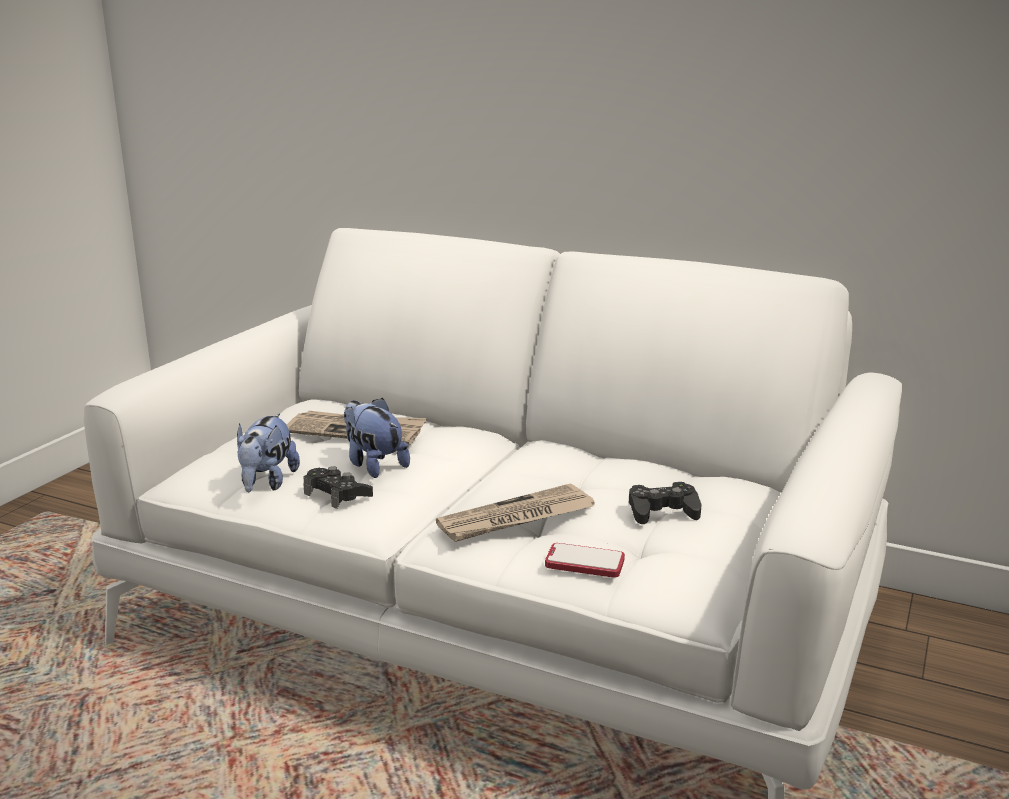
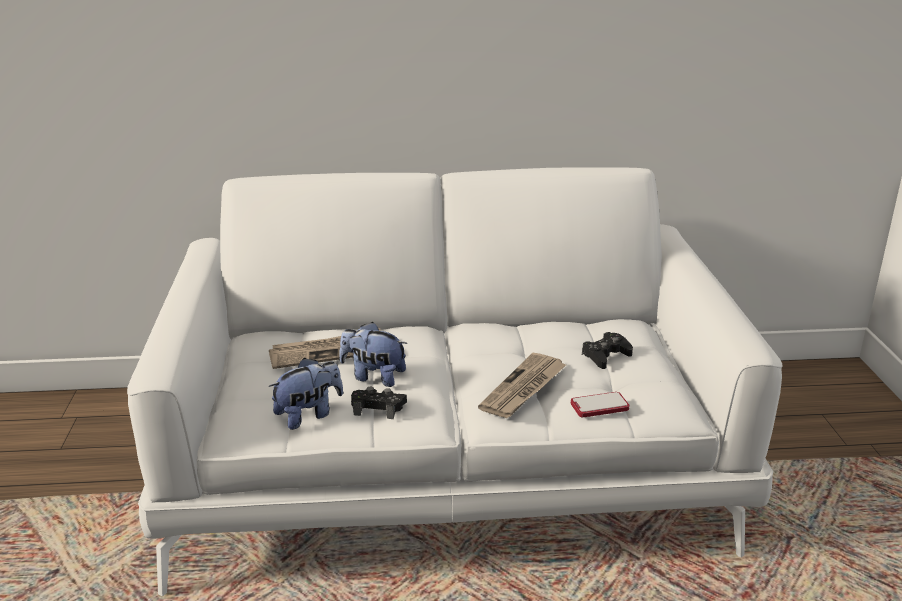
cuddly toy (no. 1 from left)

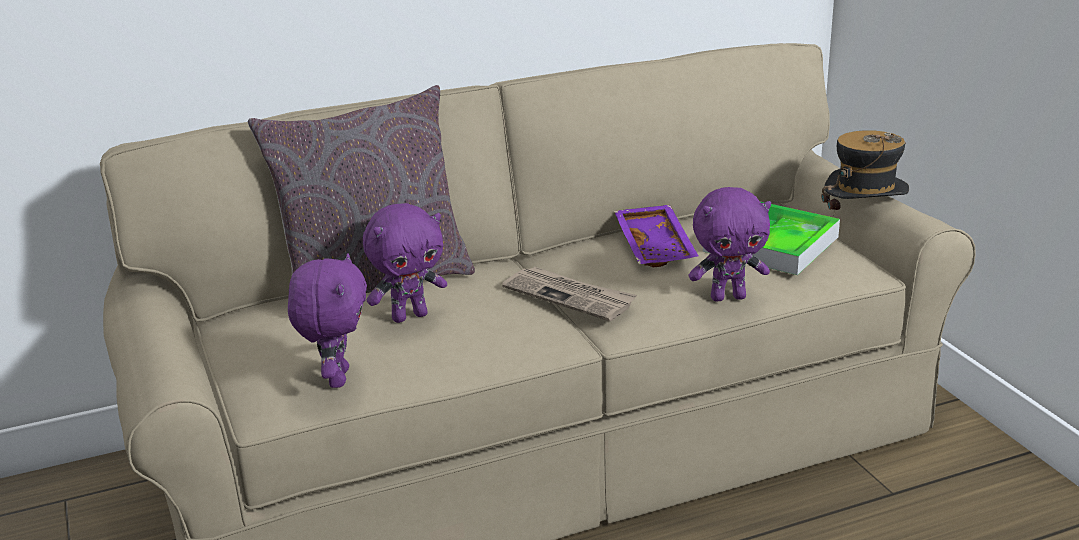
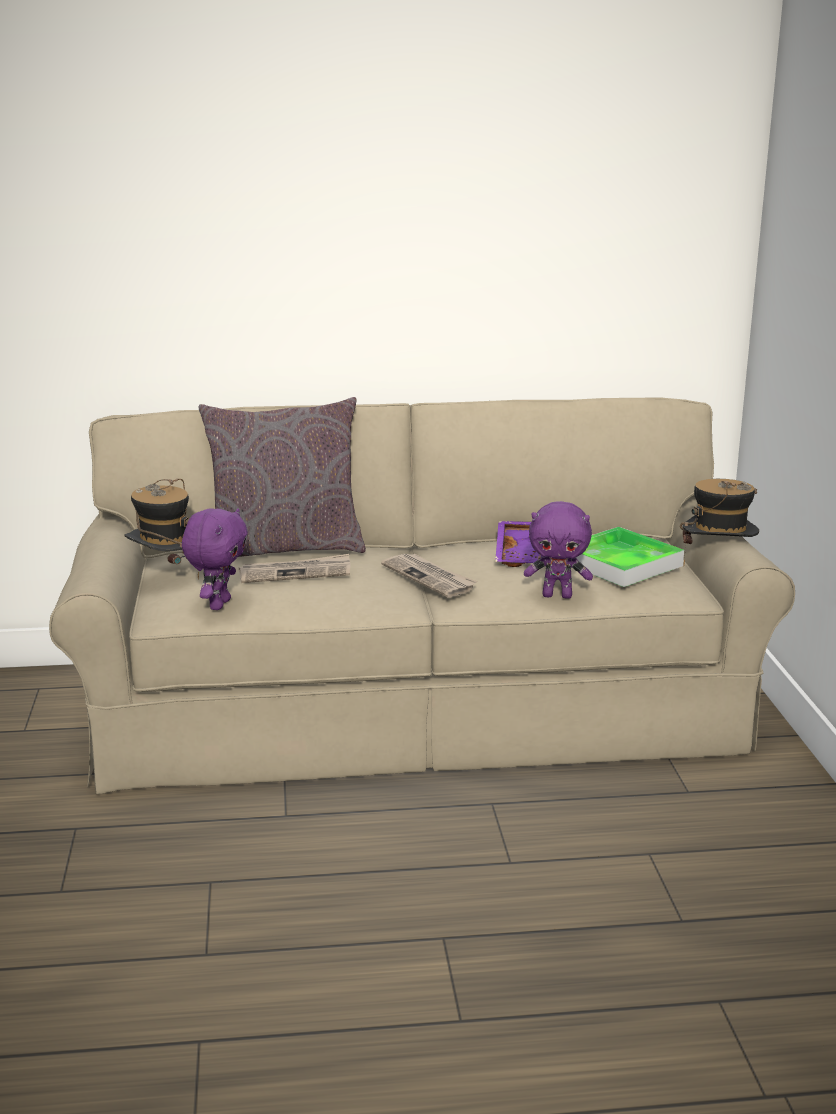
wearable hat (no. 1 from left)
daily paper (no. 1 from left)

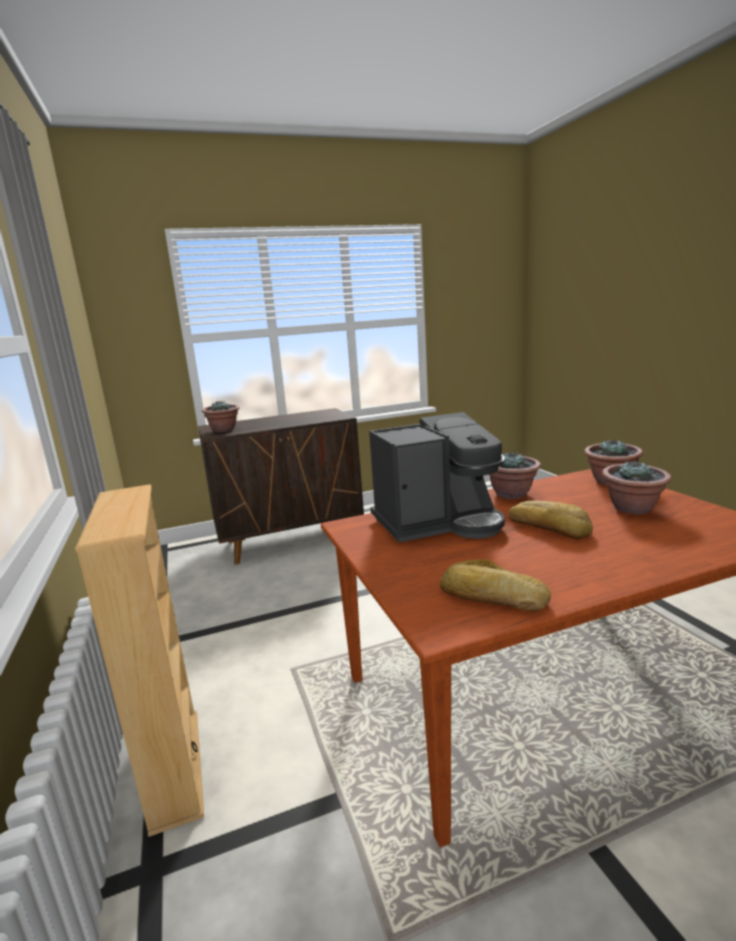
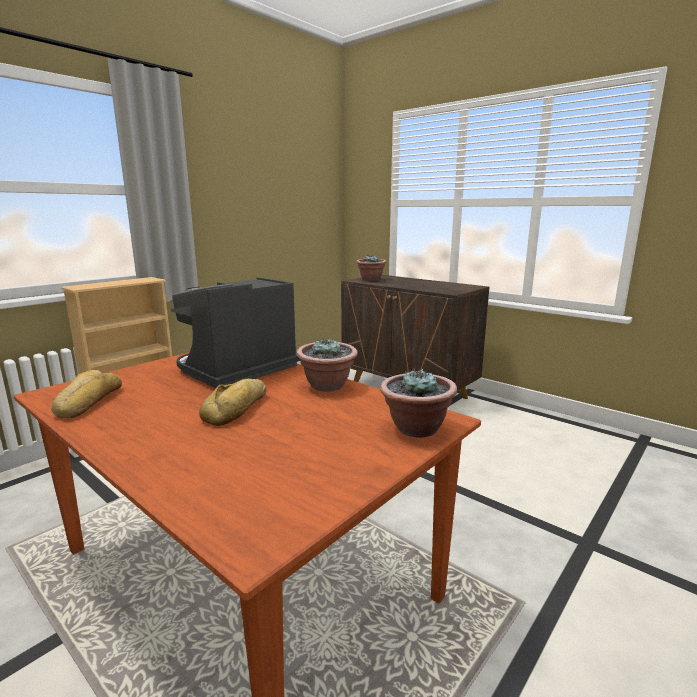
potted plant (no. 4 from left in the first image)
coffee maker

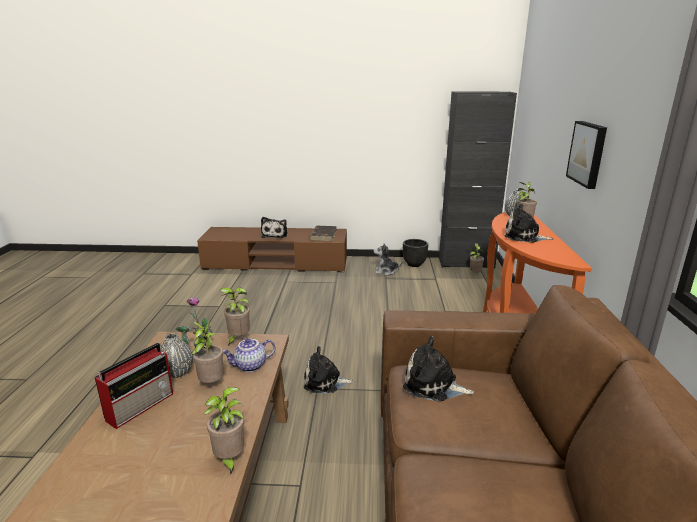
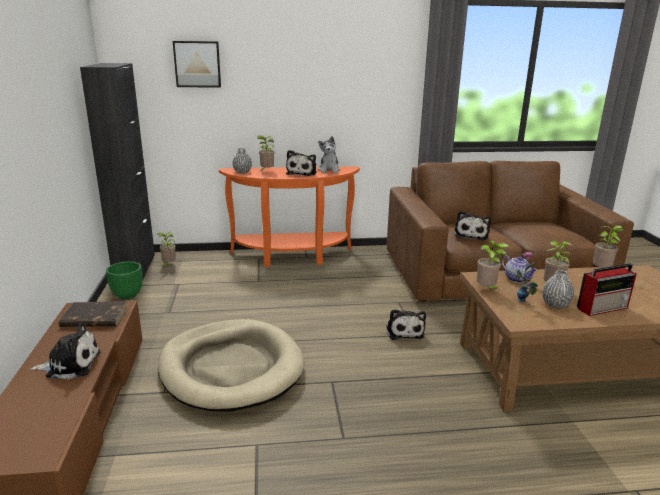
dog cushion/sand-coloured
cuddly toy (no. 3 from left)
wall art
flower pot/greenish
radio set

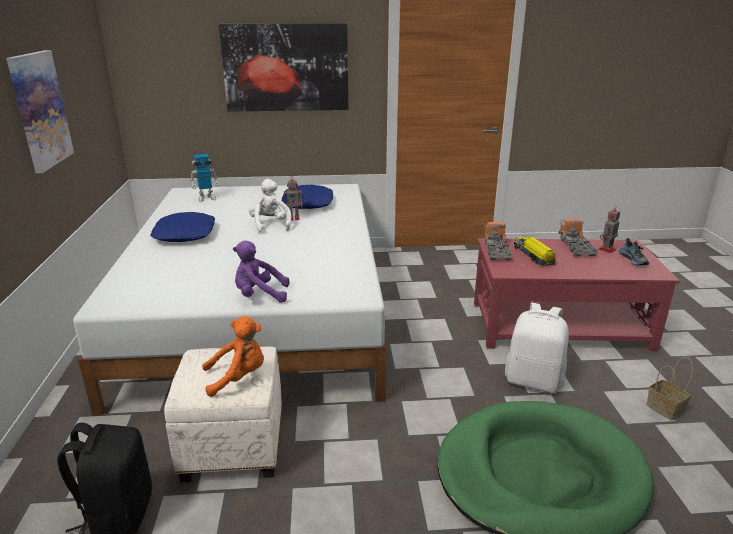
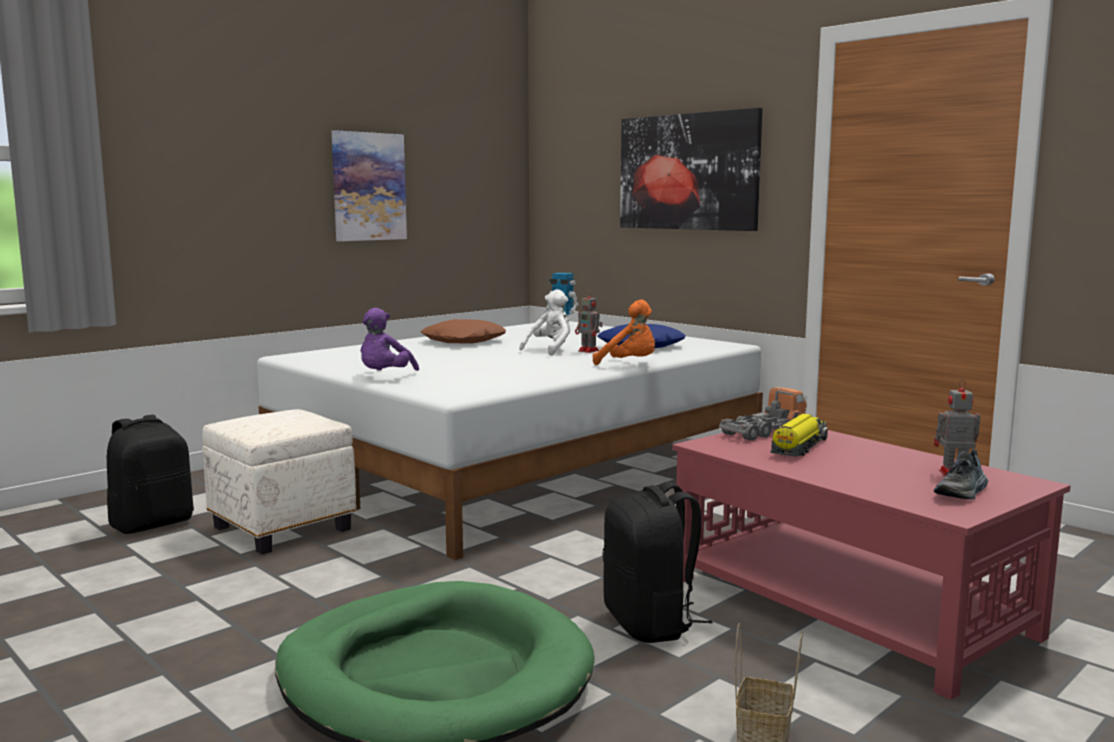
toy truck (no. 3 from left in the first image)
cuddly toy/orangey
cushion/brownish
backpack/blackish (no. 2 from left)
cuddly toy/purple

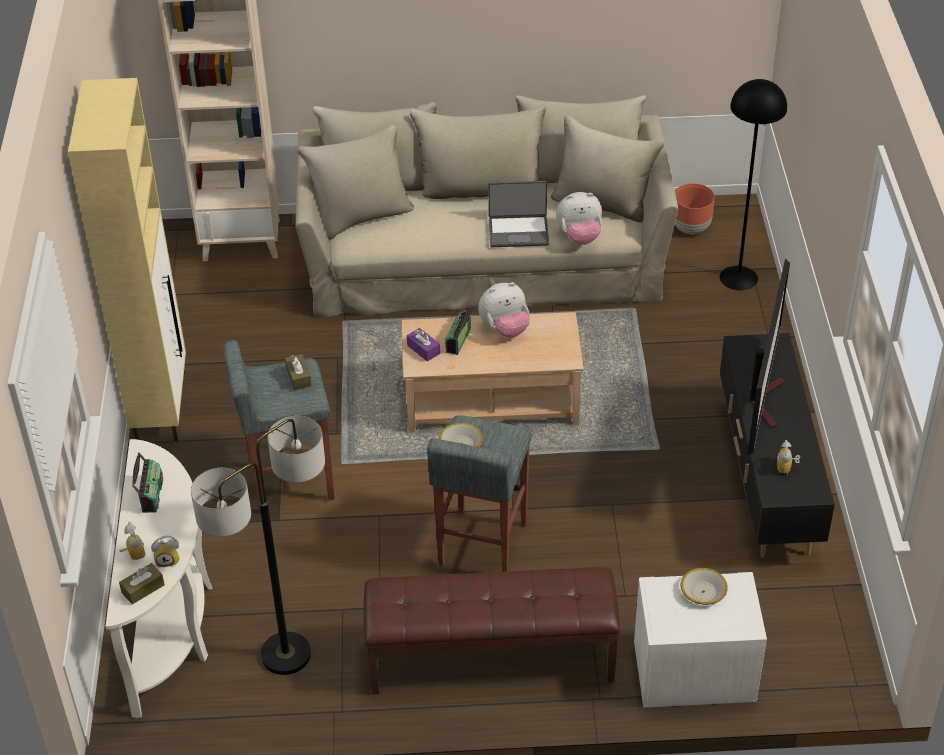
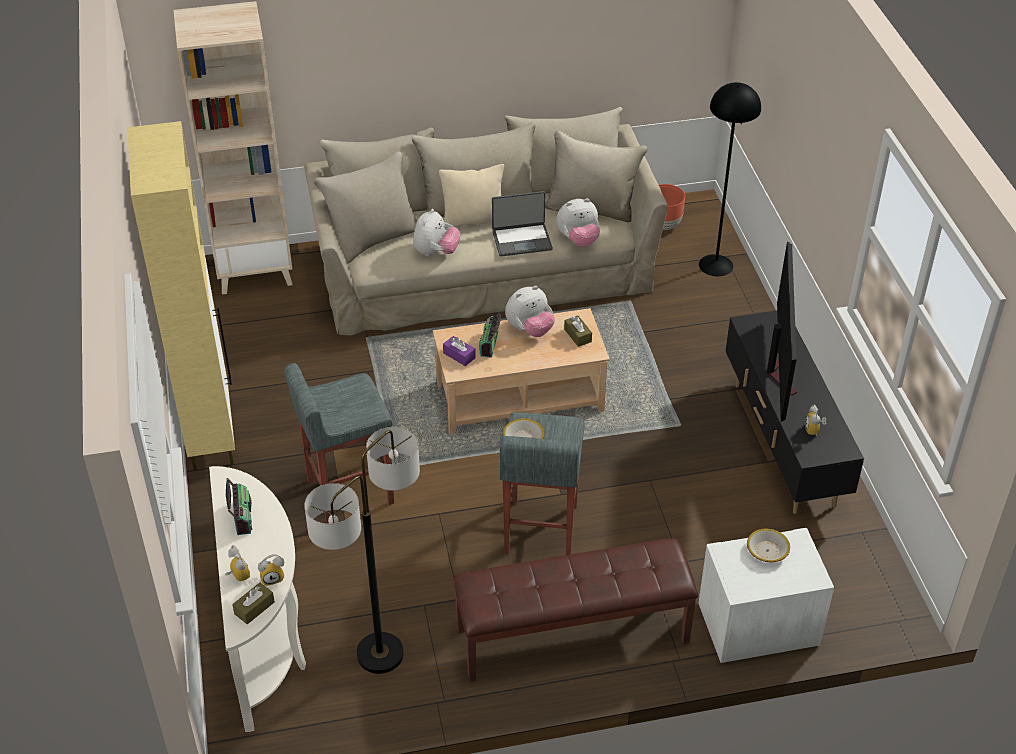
cuddly toy (no. 1 from left)
cushion/sand-coloured
tissue box/brownish (no. 2 from left)

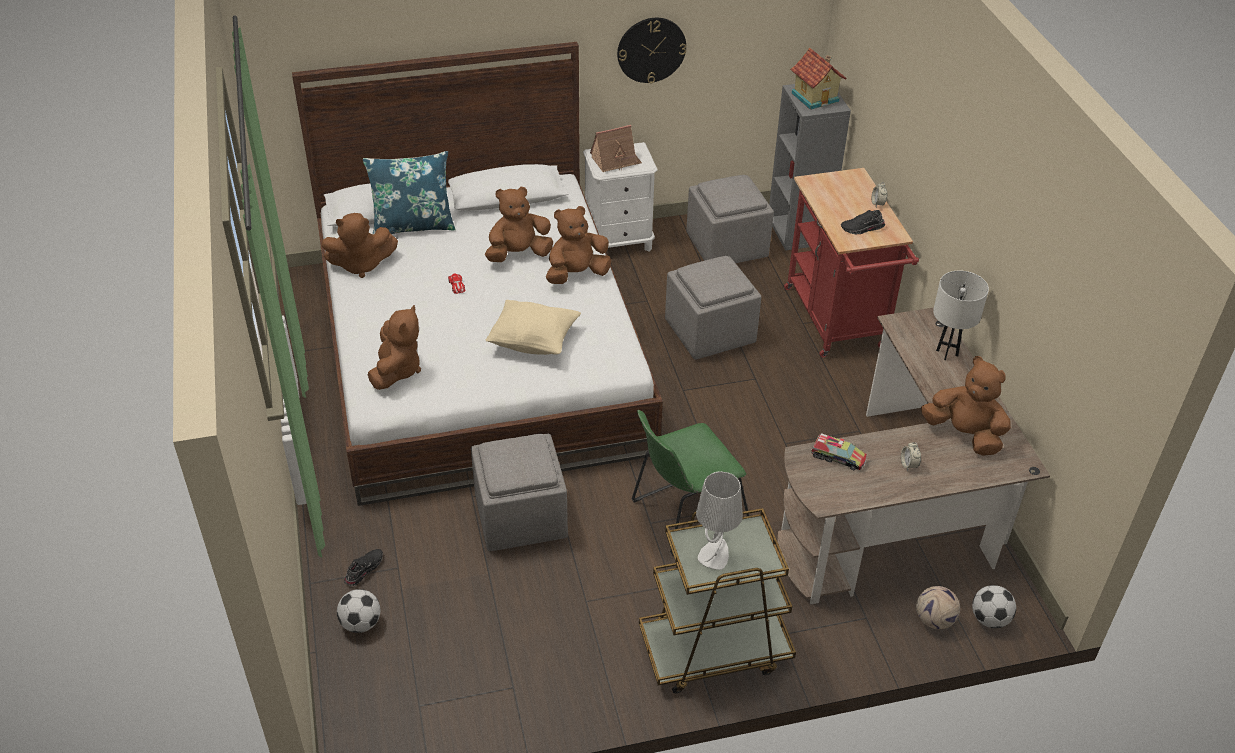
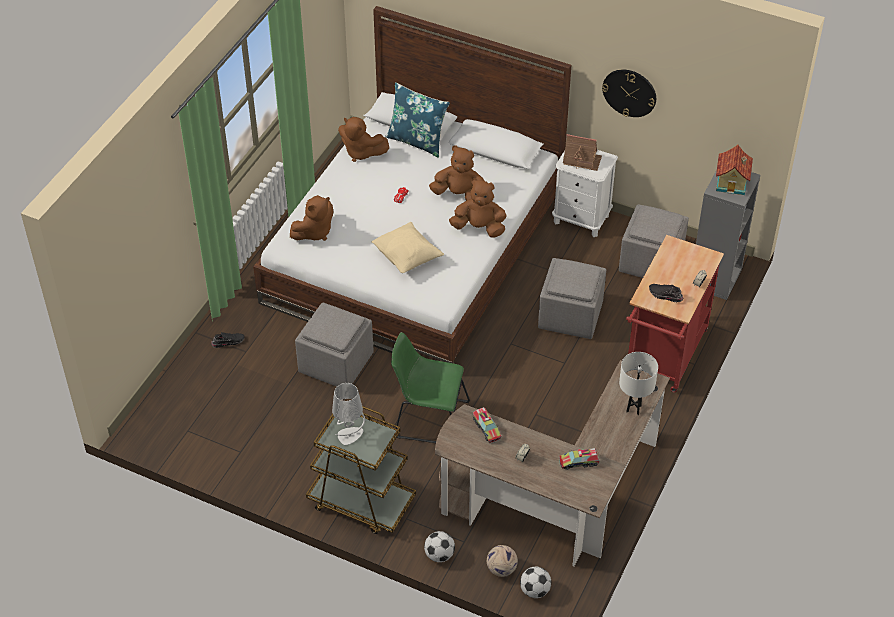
ball for football (no. 1 from left)
toy truck (no. 2 from left)

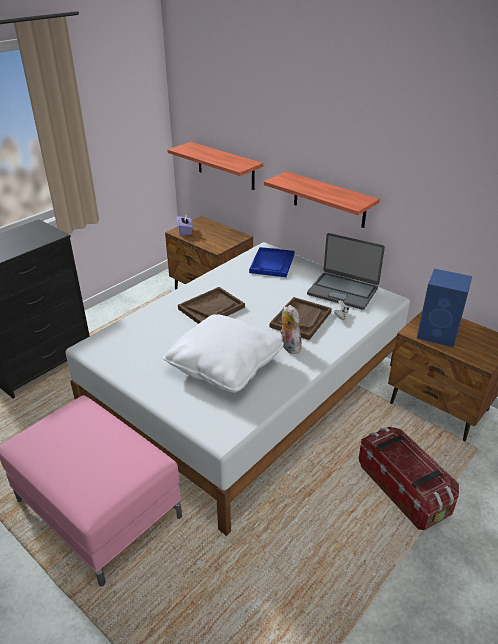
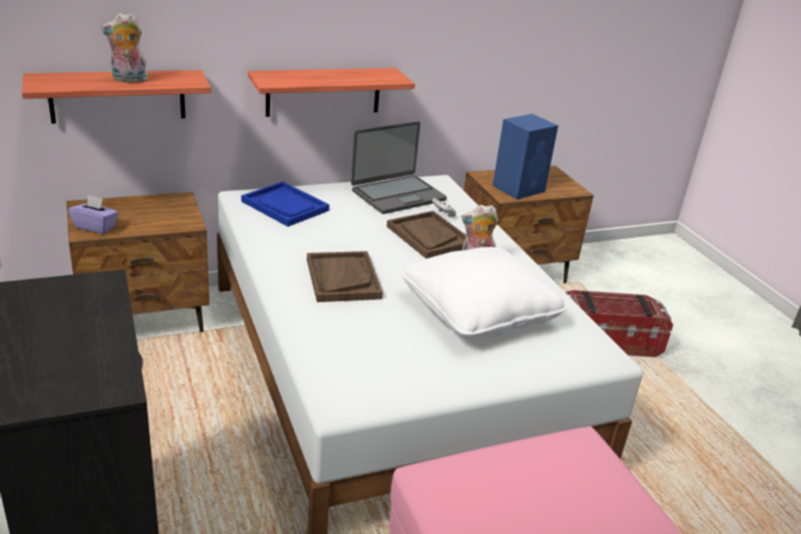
cuddly toy (no. 1 from left)

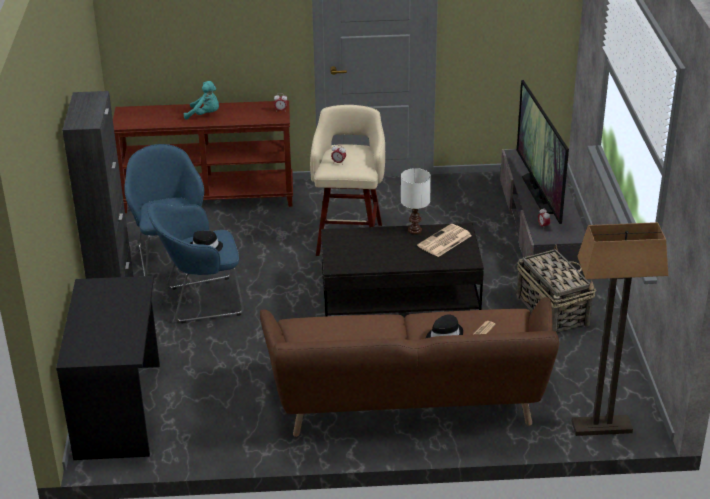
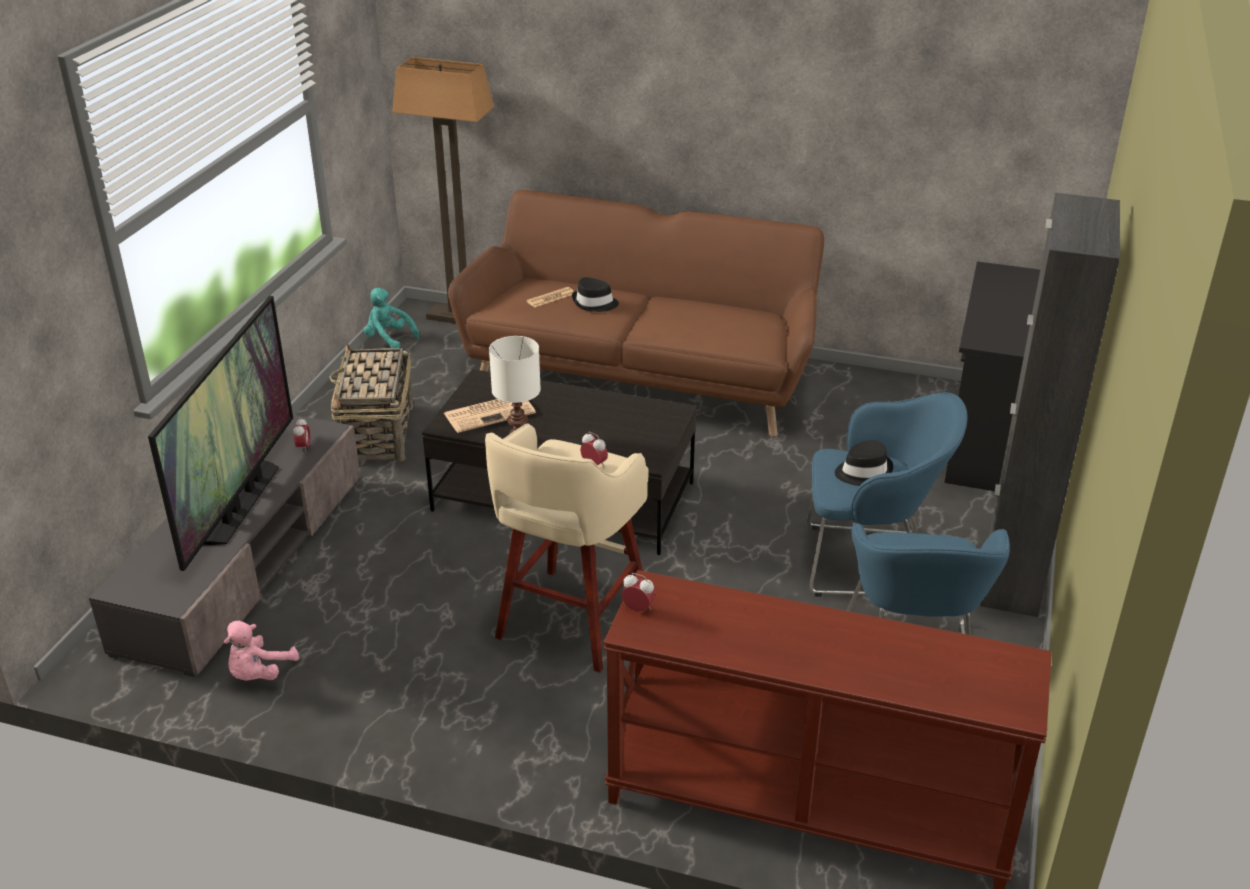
cuddly toy/pinkish
cuddly toy/blue-green

